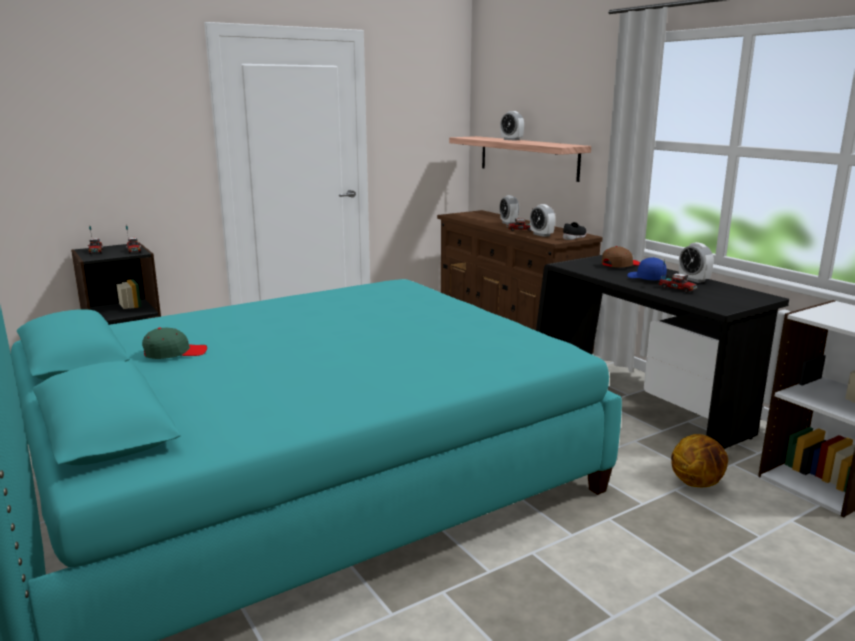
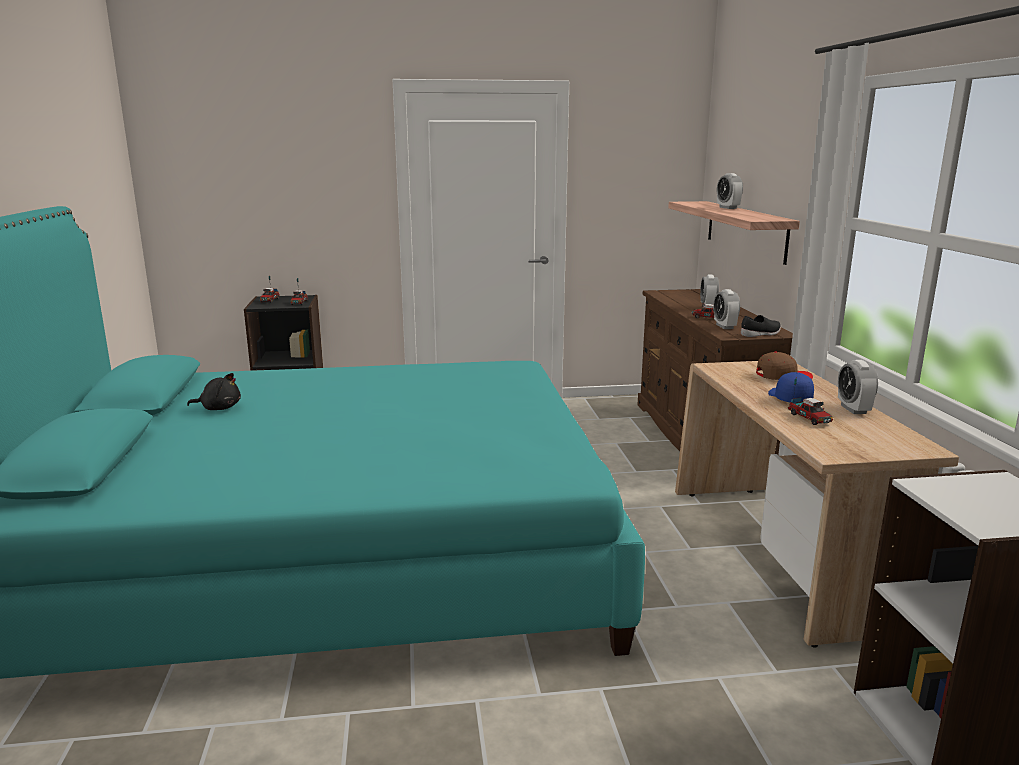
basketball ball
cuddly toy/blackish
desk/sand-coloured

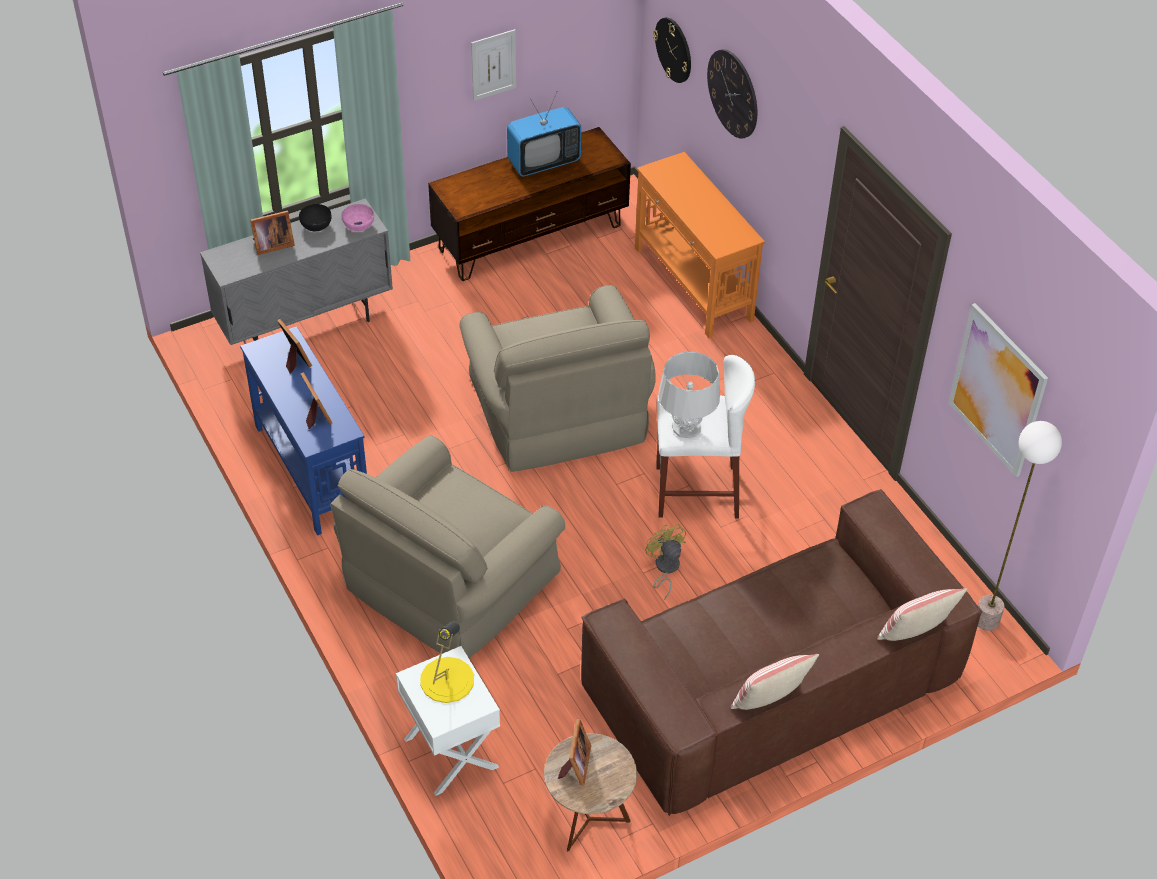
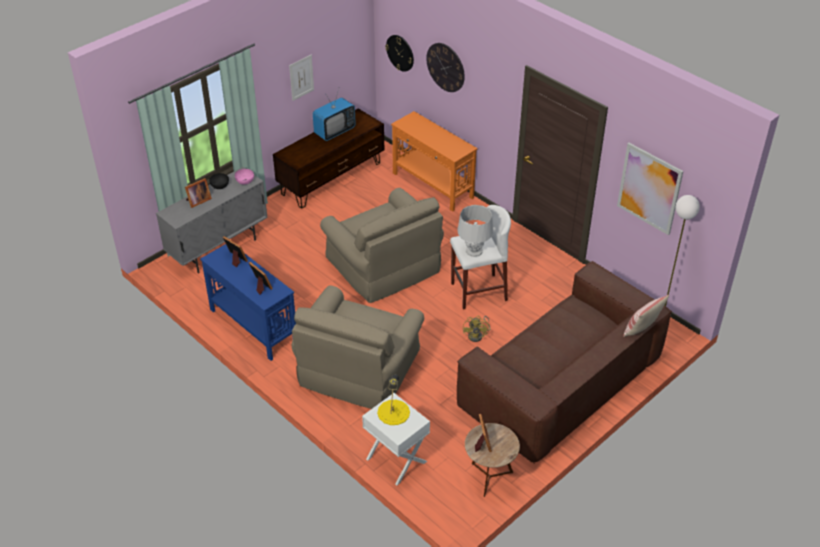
cushion (no. 1 from left in the first image)
electric fan/yellow-coloured

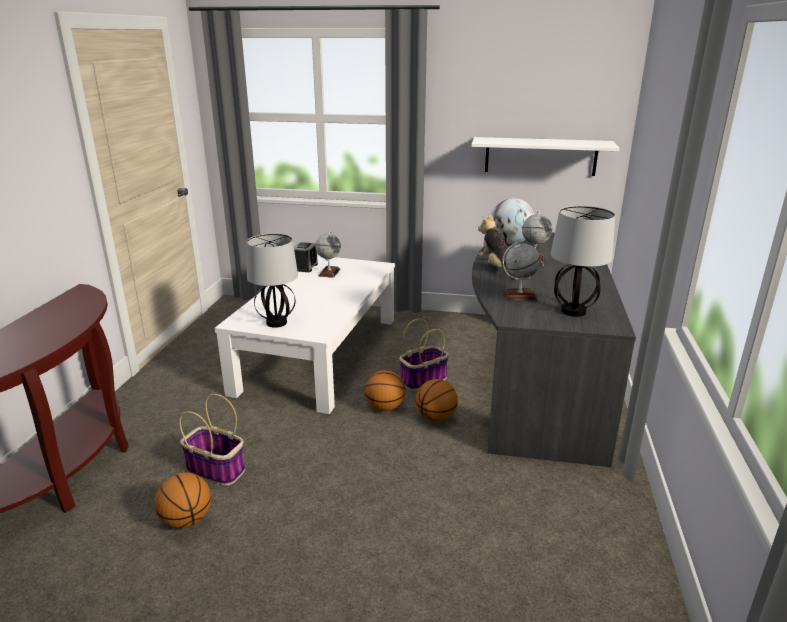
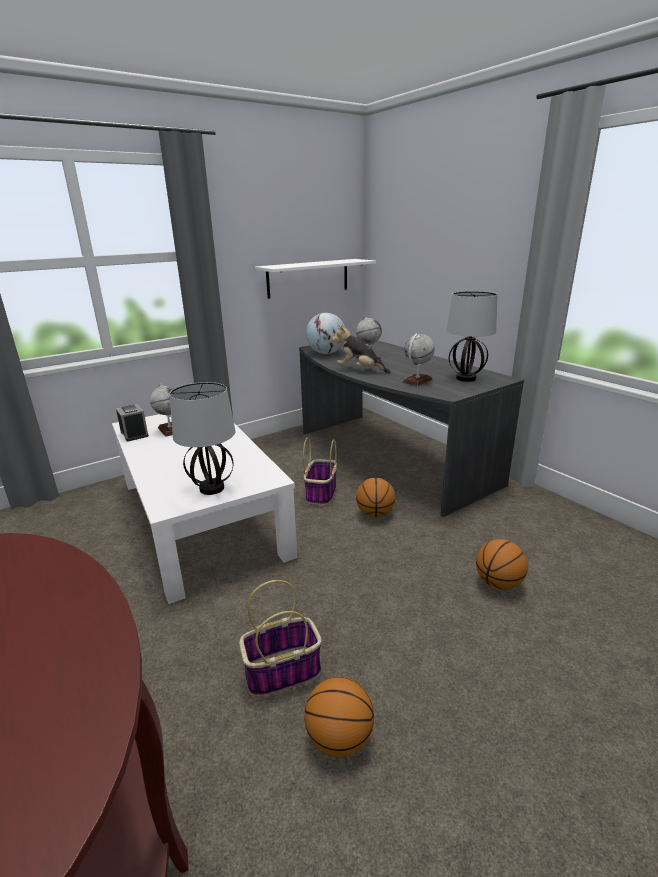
basketball ball (no. 3 from left)

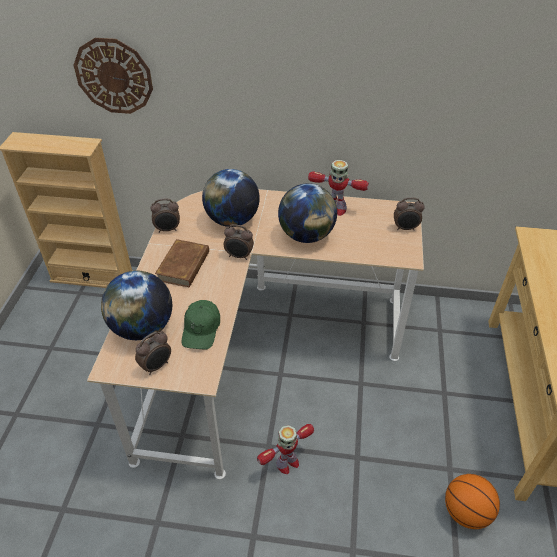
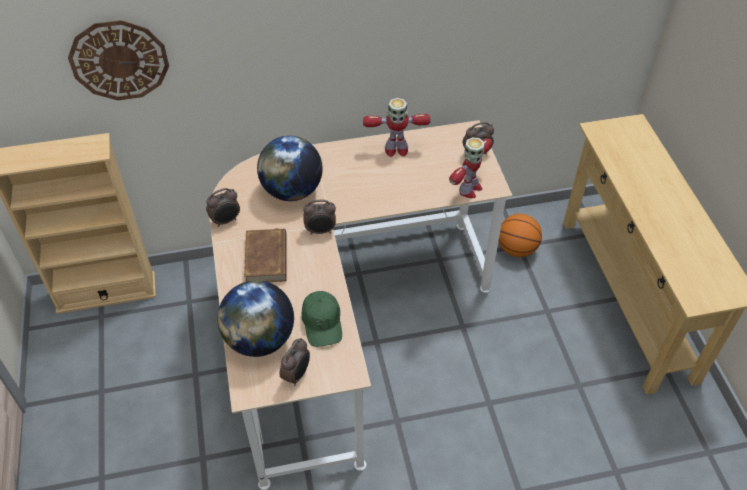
world globe (no. 3 from left in the first image)
model robot (no. 2 from left)
basketball ball

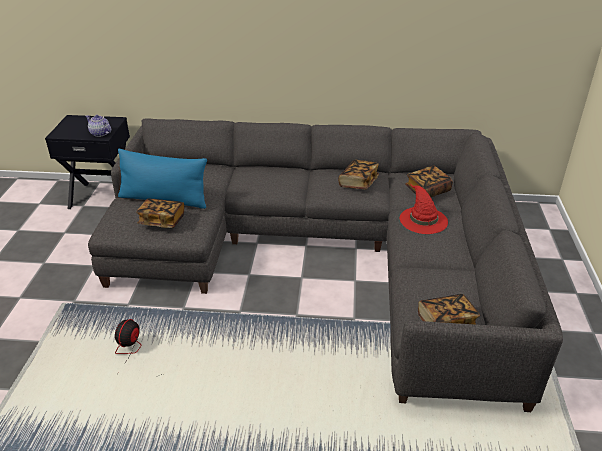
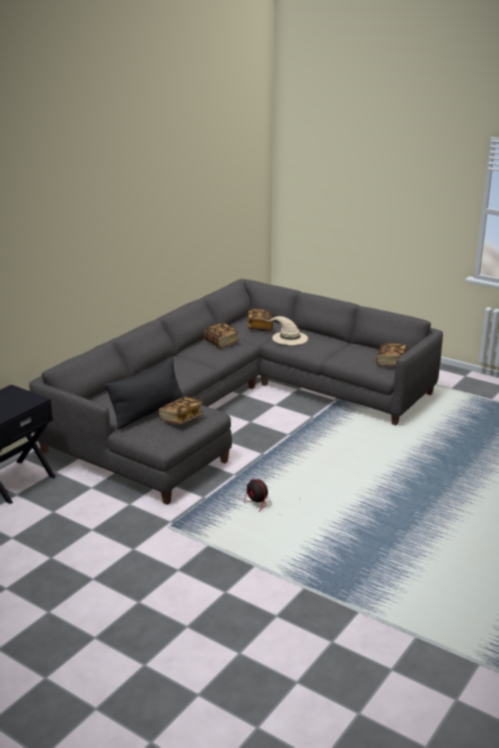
tea pot
cushion/blackish
wearable hat/sand-coloured

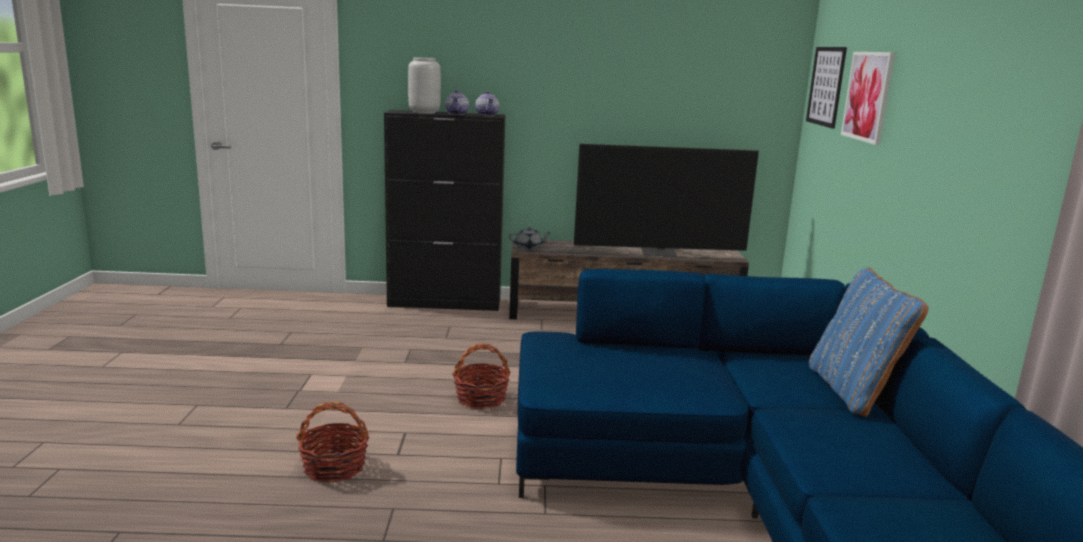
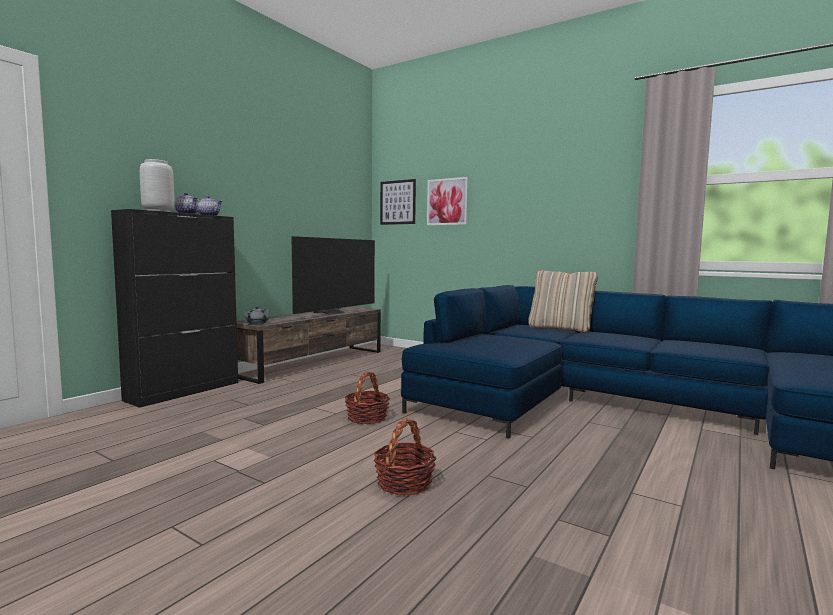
cushion/sand-coloured

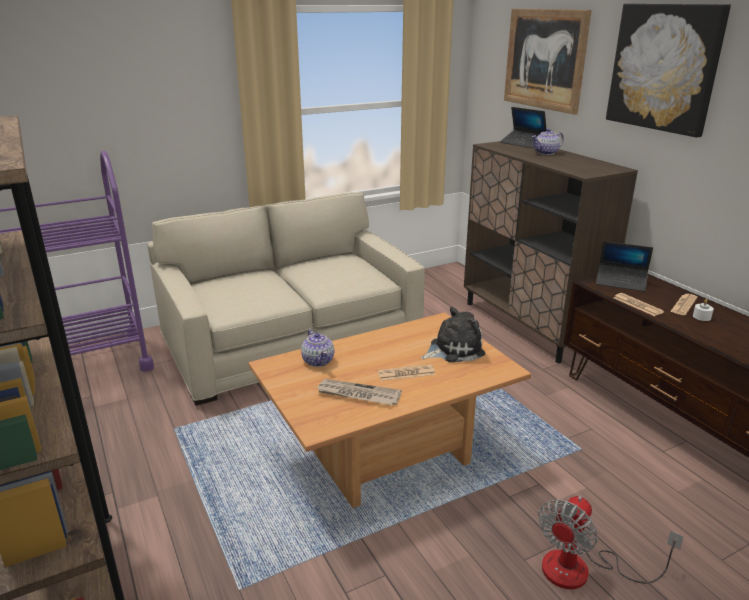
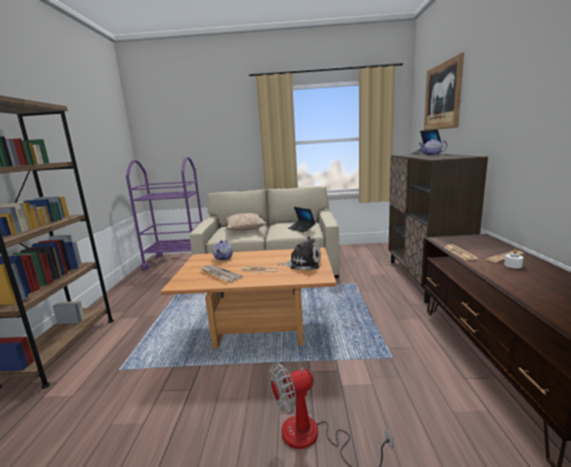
wall art (no. 2 from left in the first image)
cushion
notebook computer (no. 1 from left)

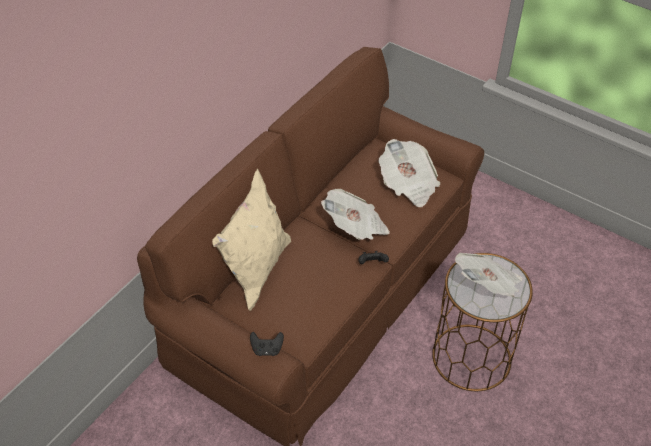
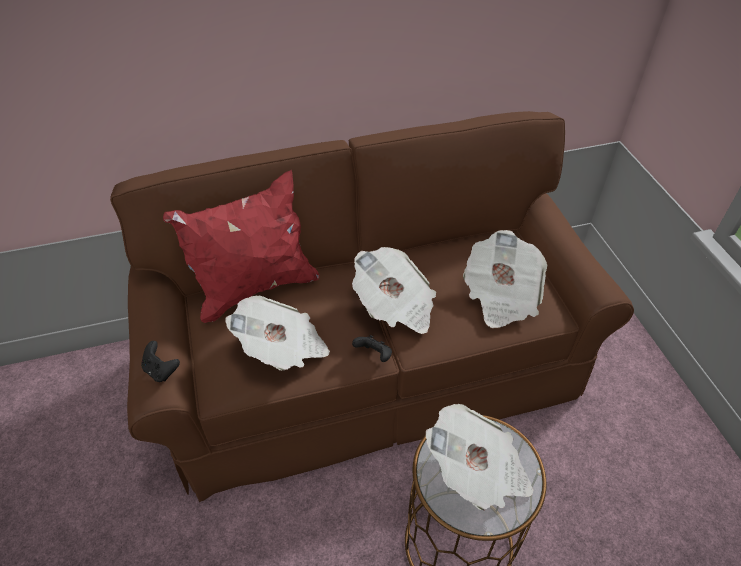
daily paper (no. 1 from left)
cushion/red-coloured

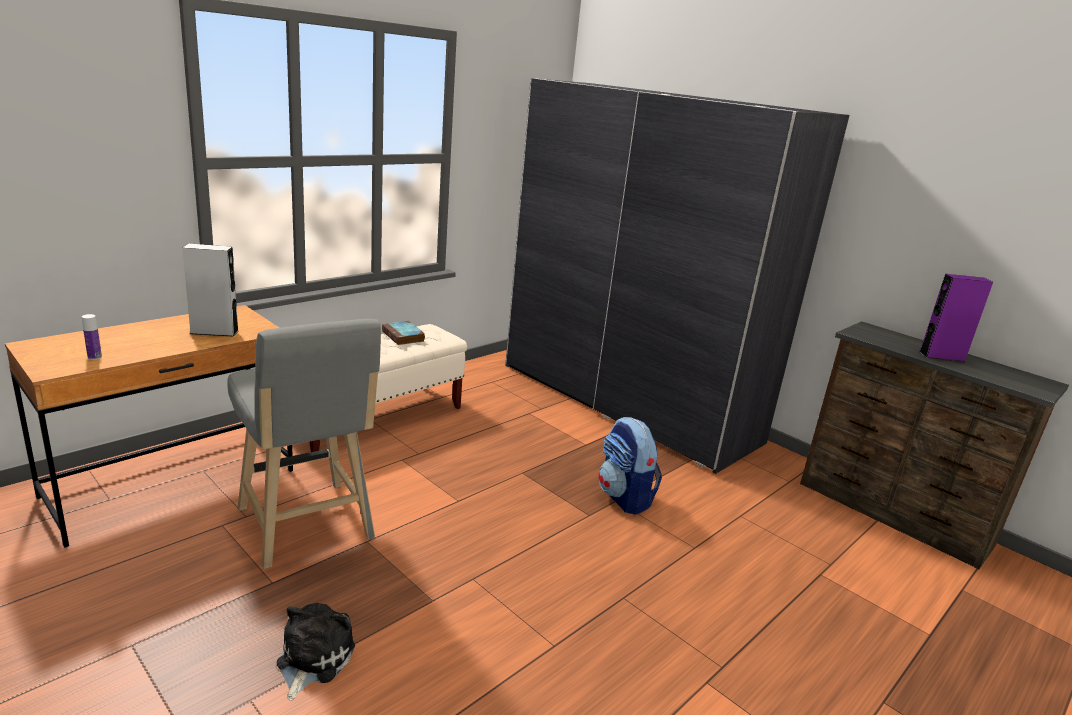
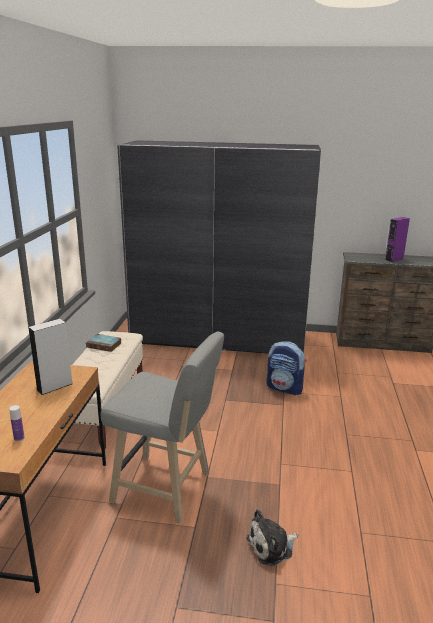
cuddly toy

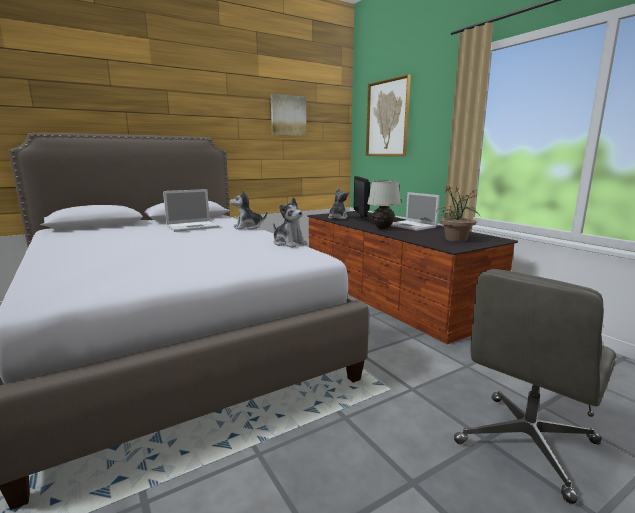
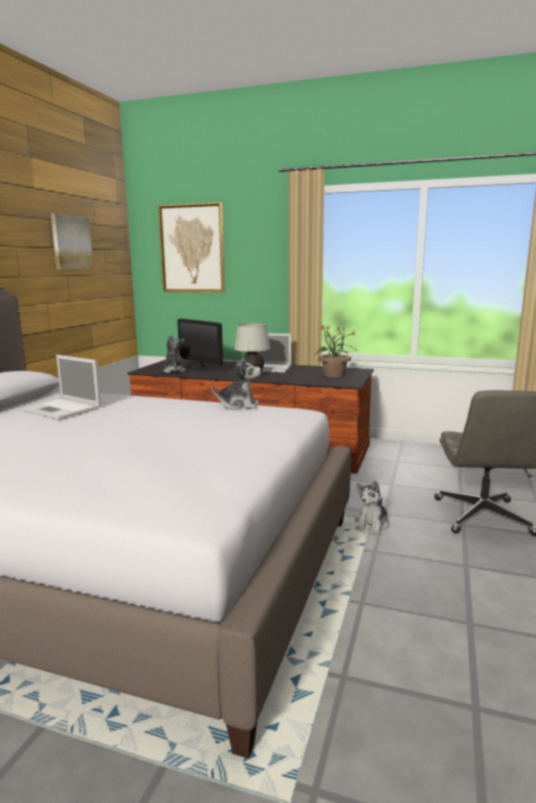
cuddly toy (no. 3 from left)
notebook computer (no. 1 from left)

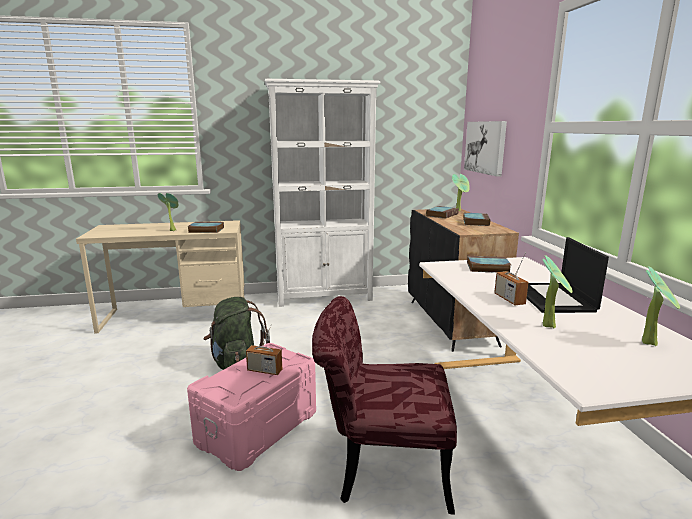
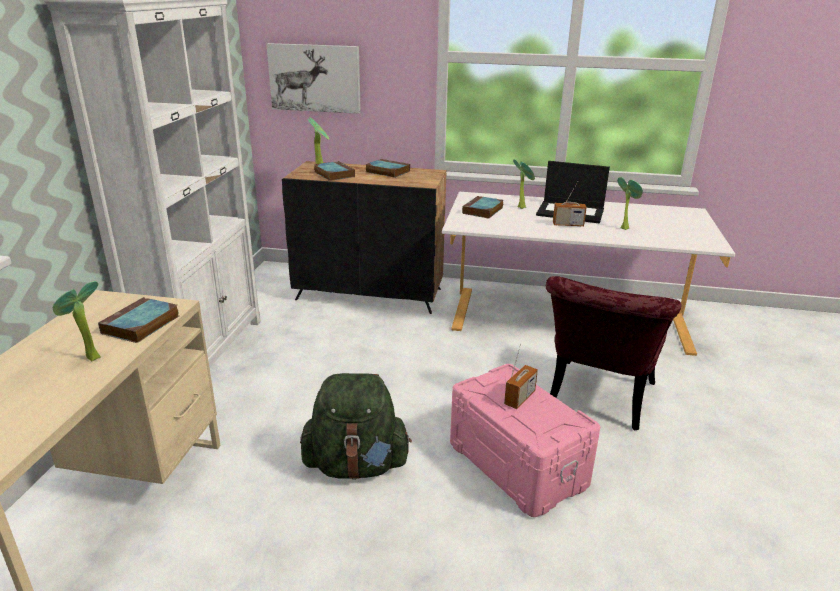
potted plant (no. 3 from left)

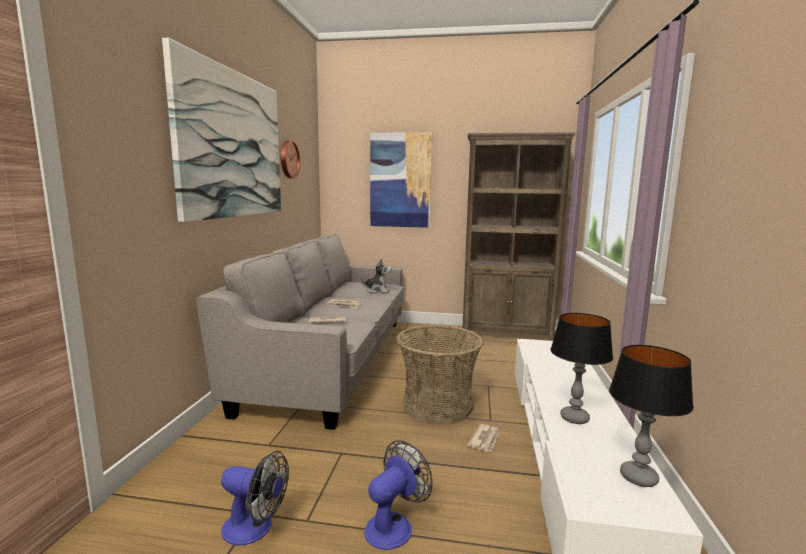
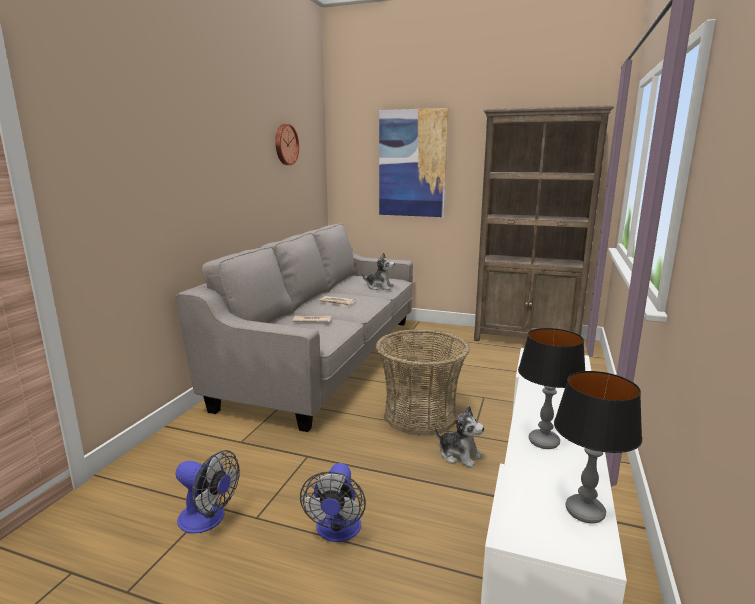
wall art (no. 1 from left in the first image)
cuddly toy (no. 2 from left)
electric fan (no. 2 from left)

